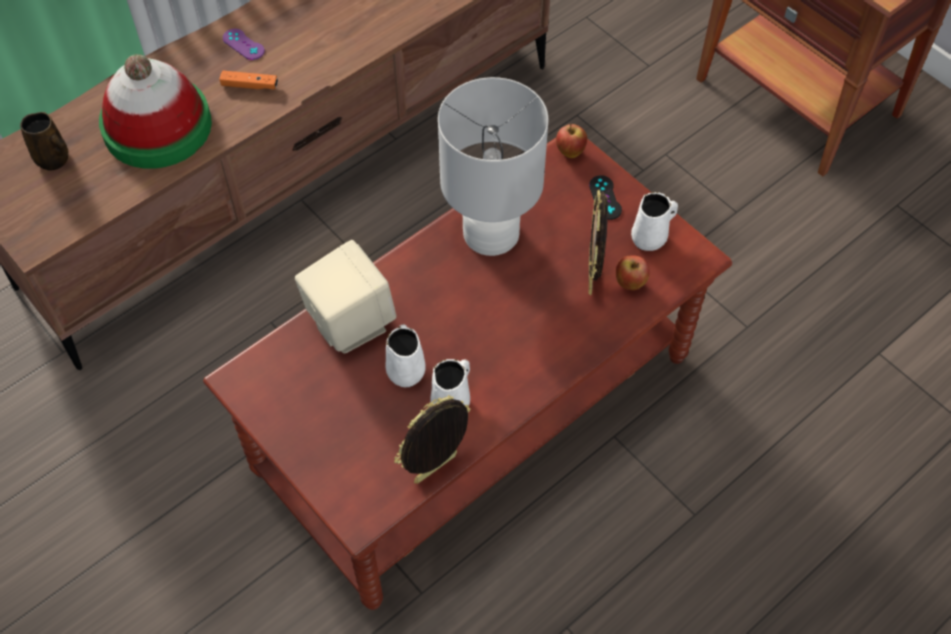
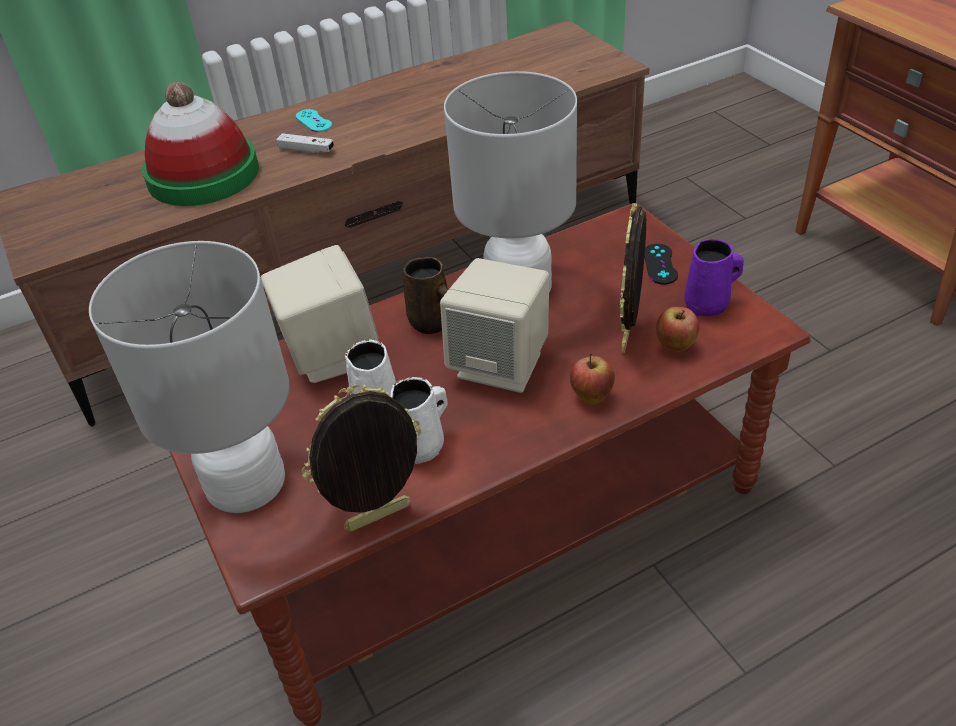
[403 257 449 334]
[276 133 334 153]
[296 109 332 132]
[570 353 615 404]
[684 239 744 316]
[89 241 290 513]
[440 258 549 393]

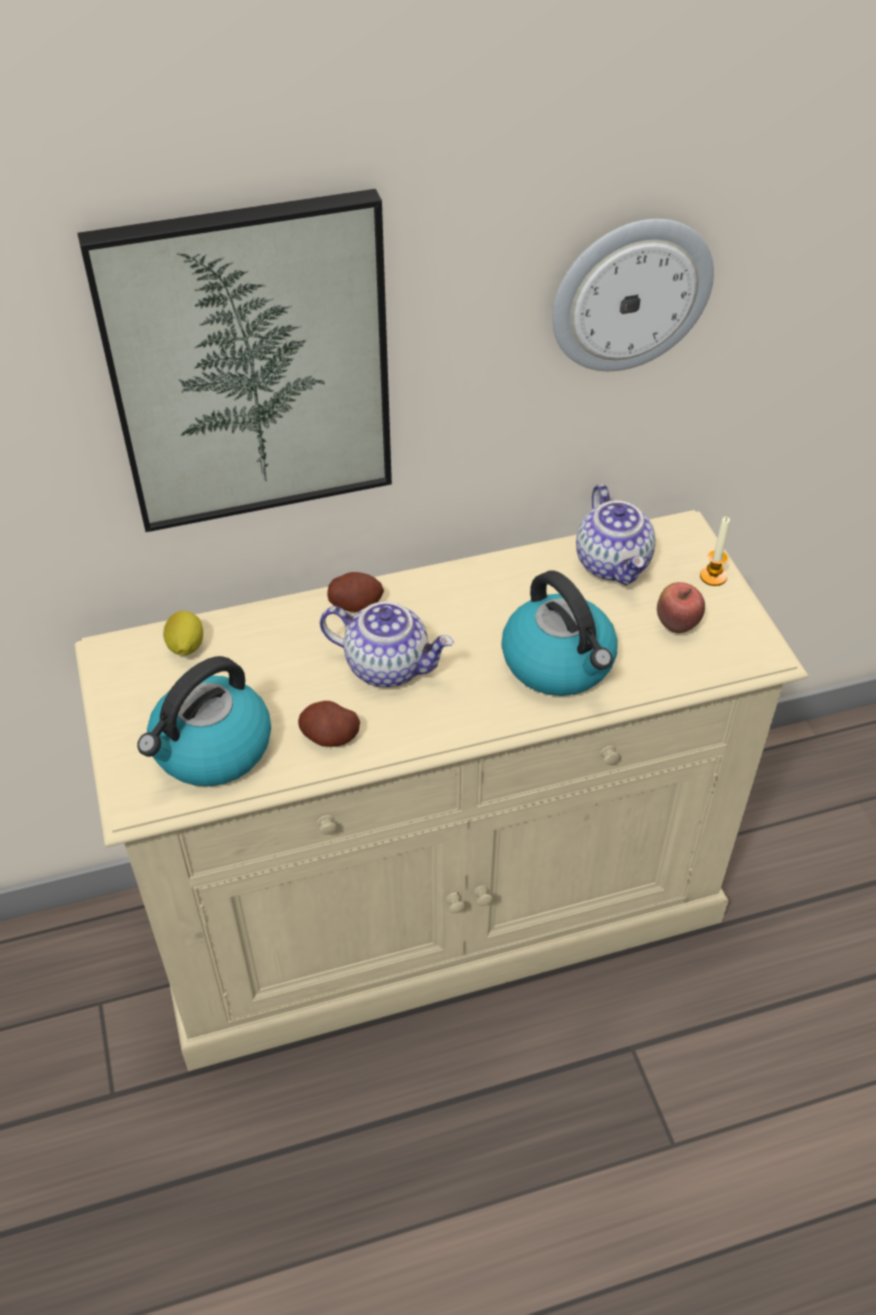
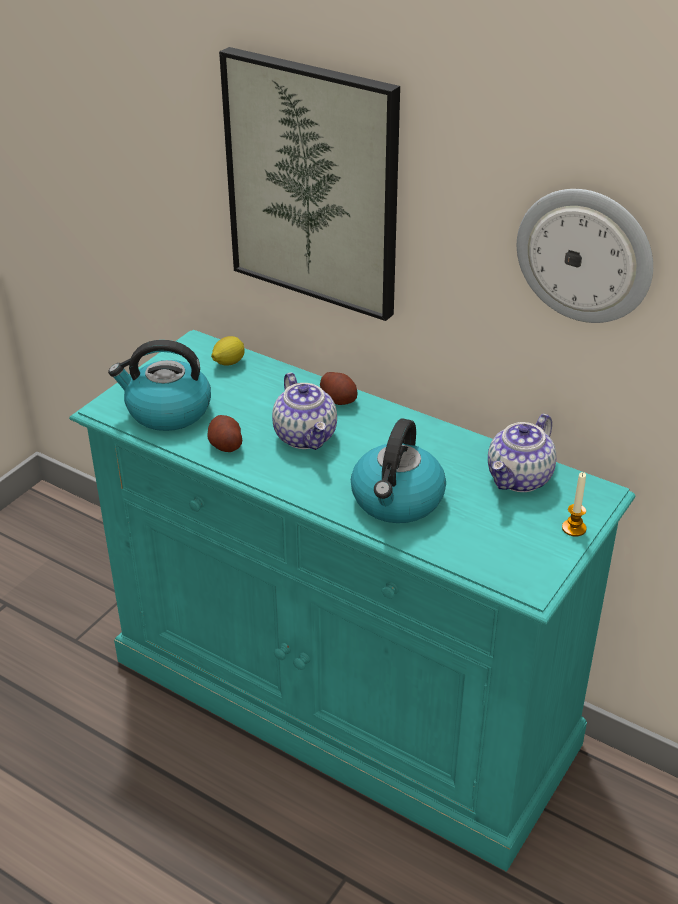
[69 330 636 872]
[657 582 705 633] (first image)

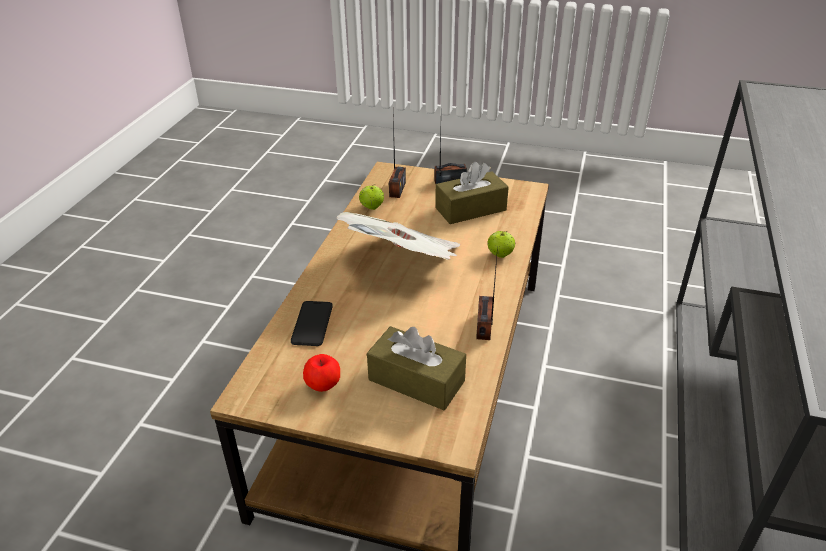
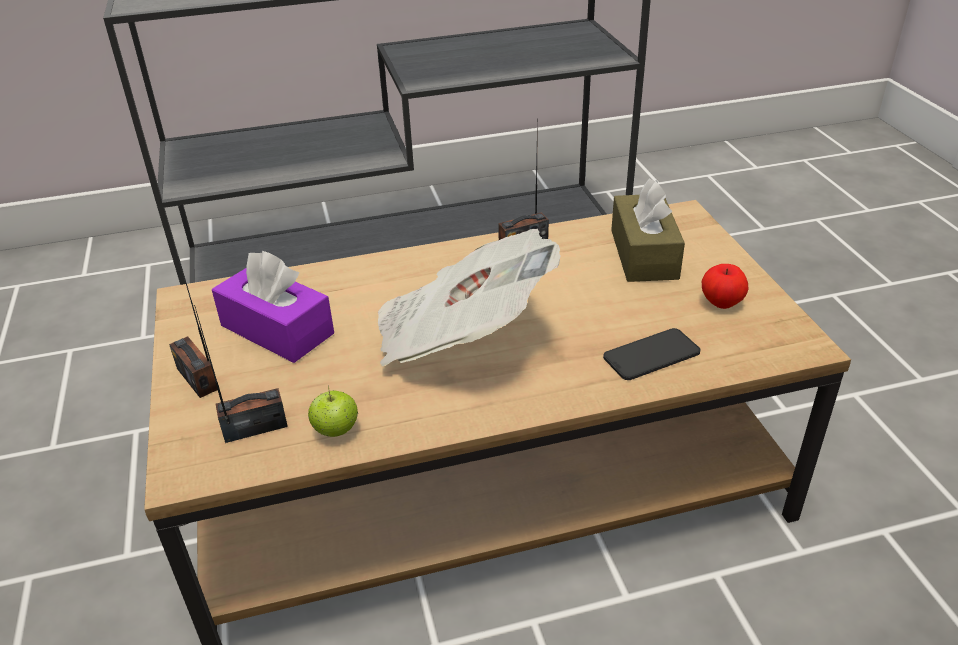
[212 251 334 363]
[487 231 515 258] (first image)

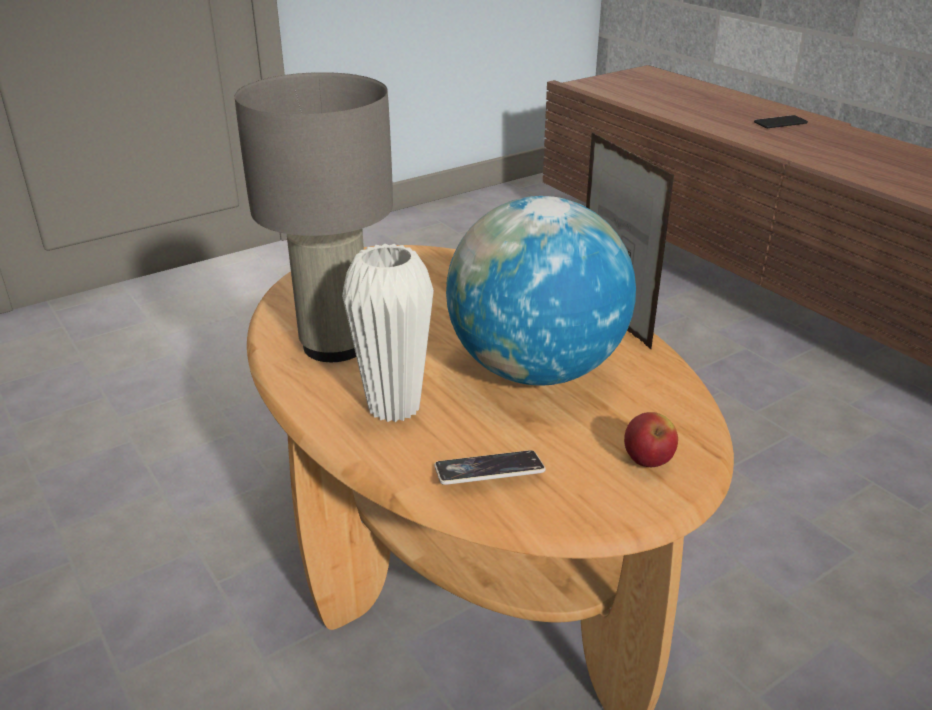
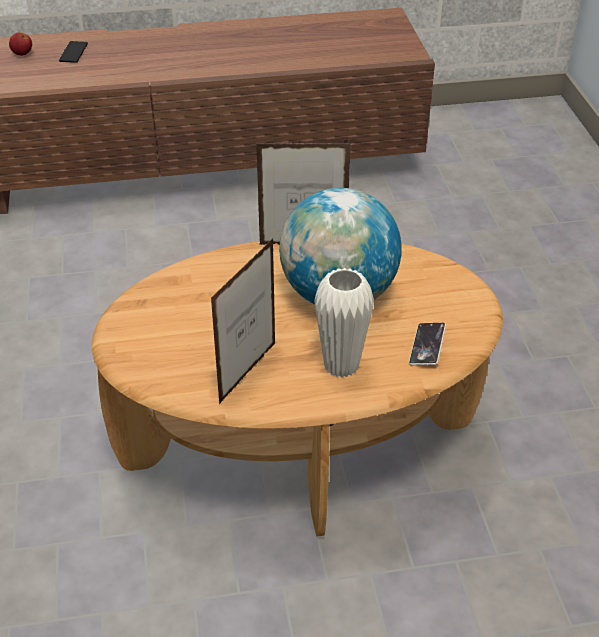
[211 239 276 404]
[9 32 32 56]

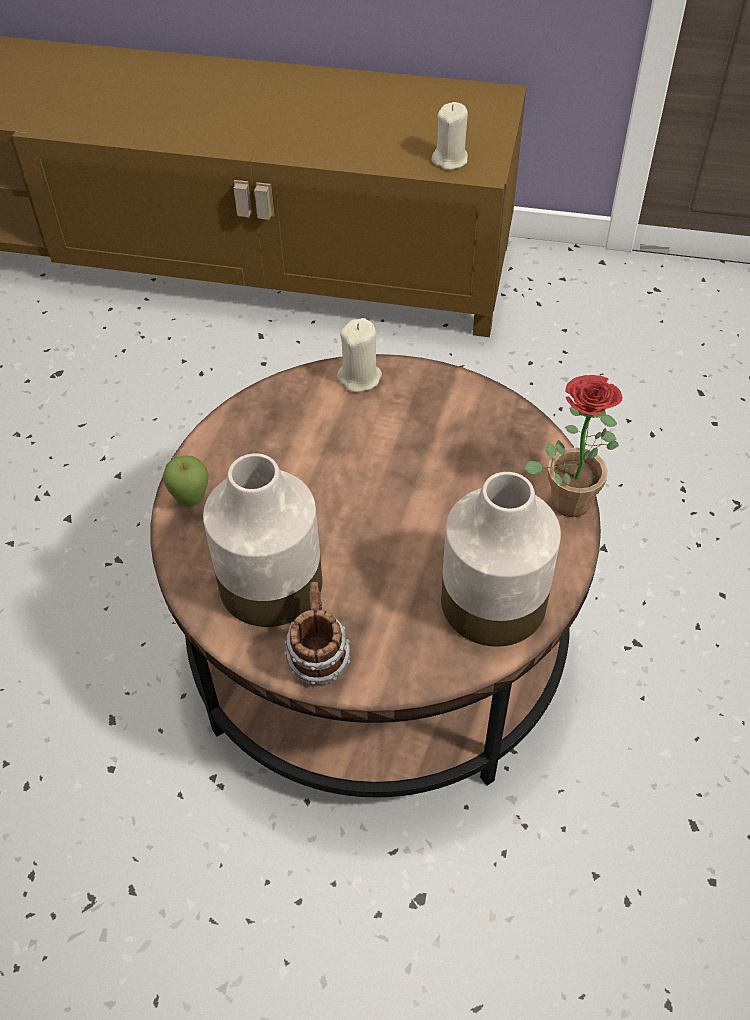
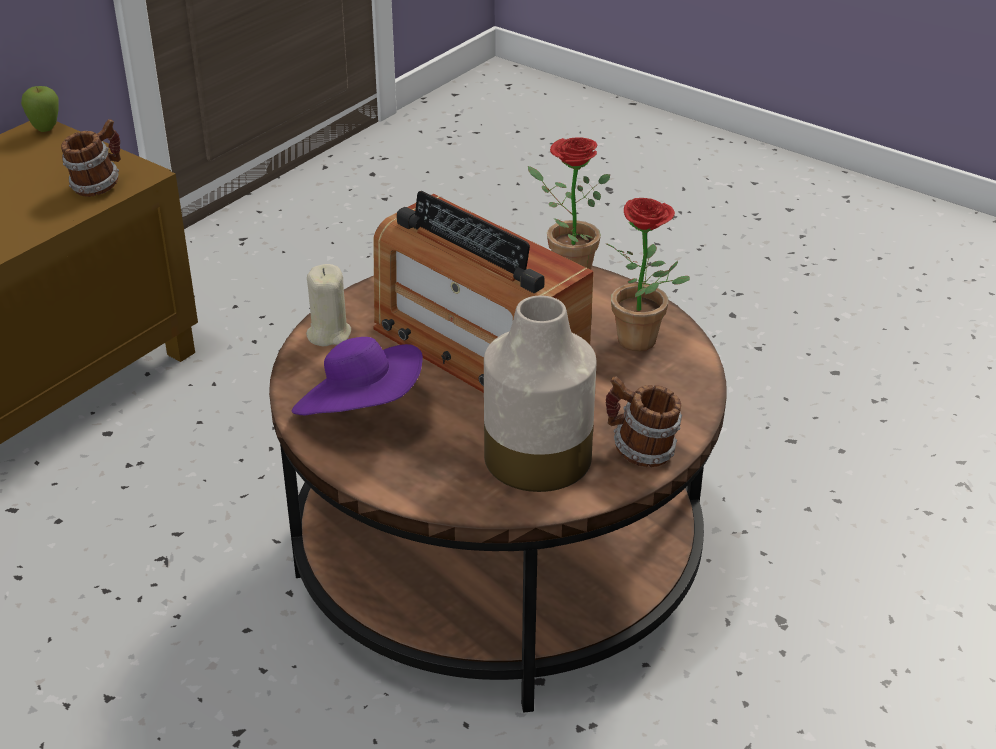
[21 86 59 132]
[61 119 121 197]
[606 198 690 351]
[292 337 423 415]
[373 191 594 393]

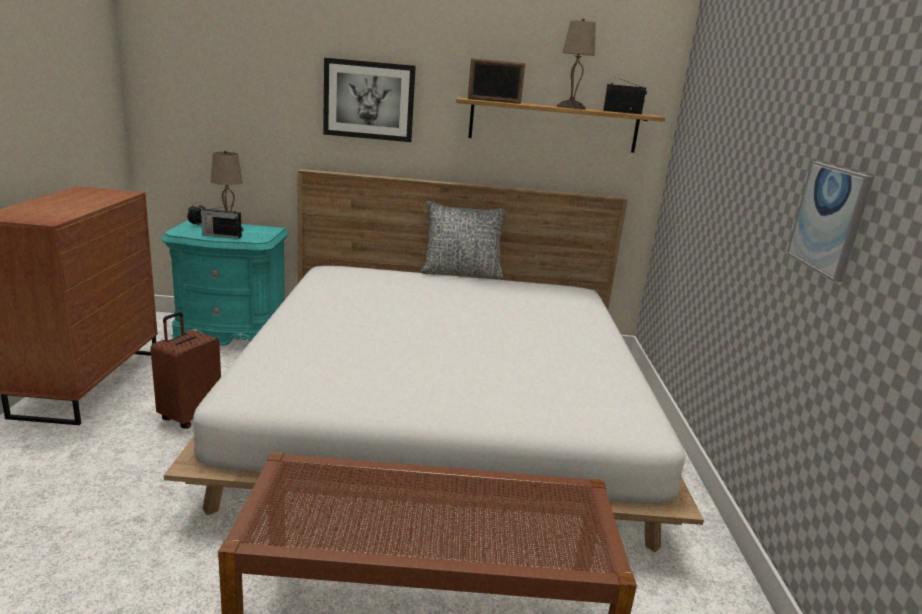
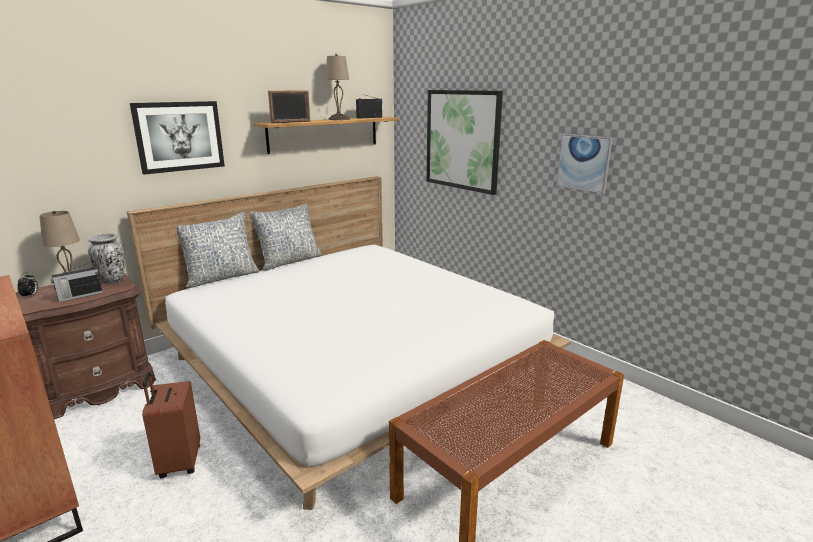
[15 273 156 419]
[88 234 124 284]
[177 212 260 288]
[427 90 503 195]

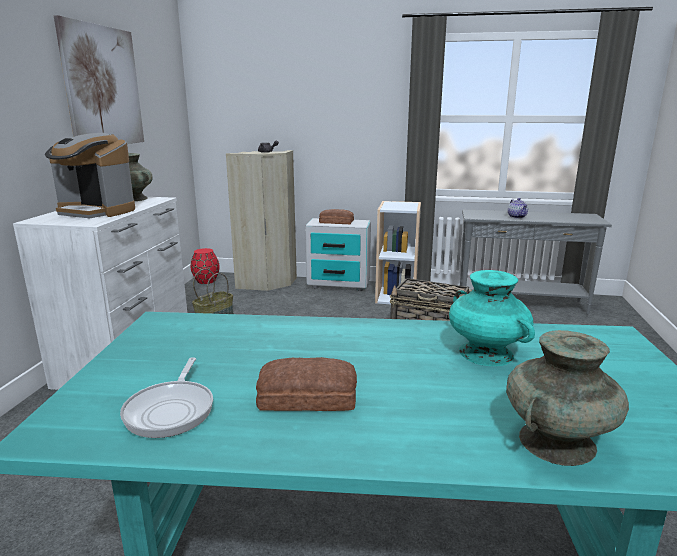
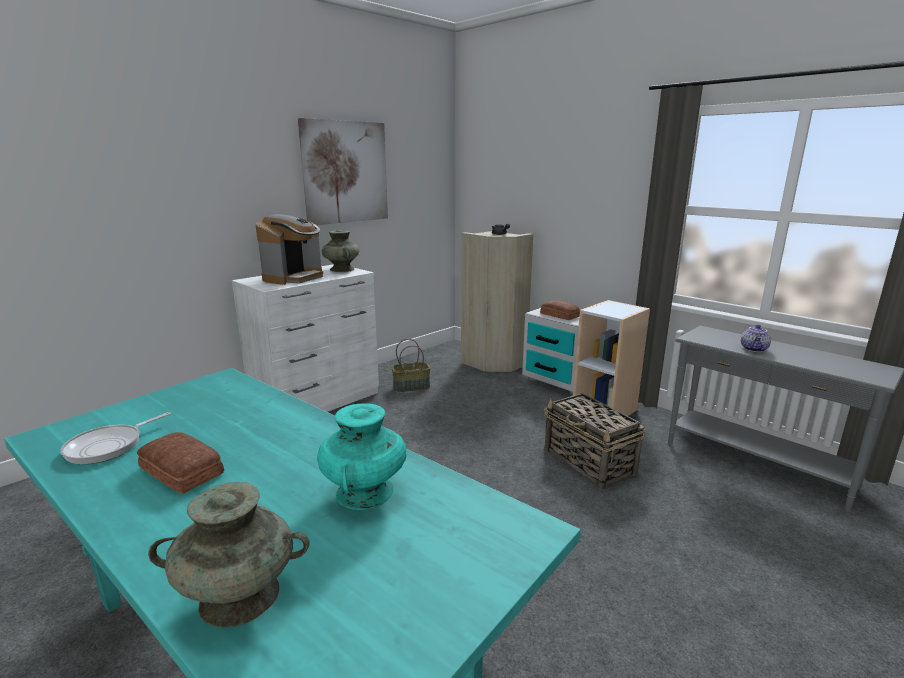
[255 214 323 285]
[190 248 219 284] (first image)

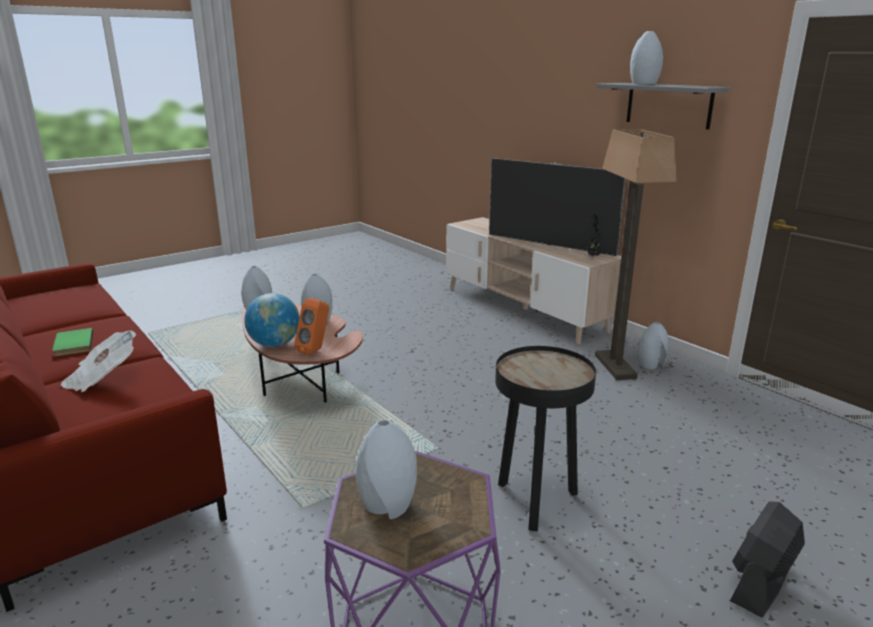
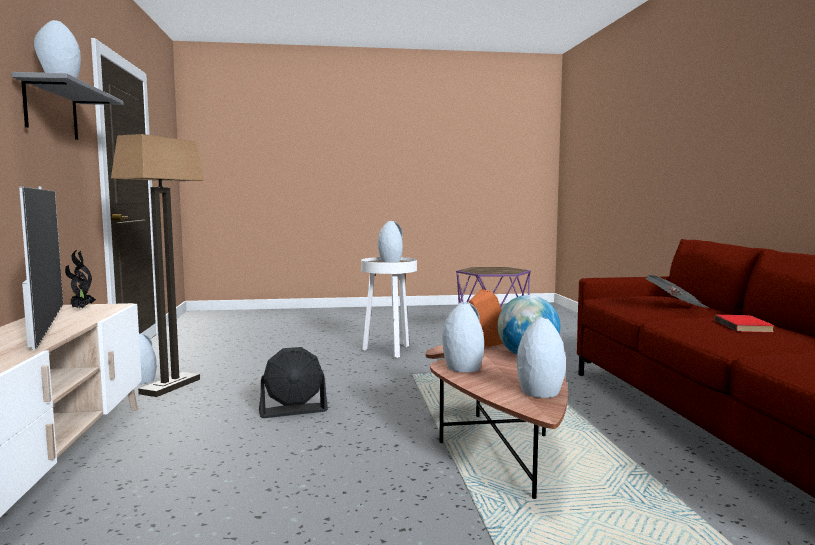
[715 315 775 332]
[378 221 403 262]
[361 257 417 358]
[259 347 328 418]

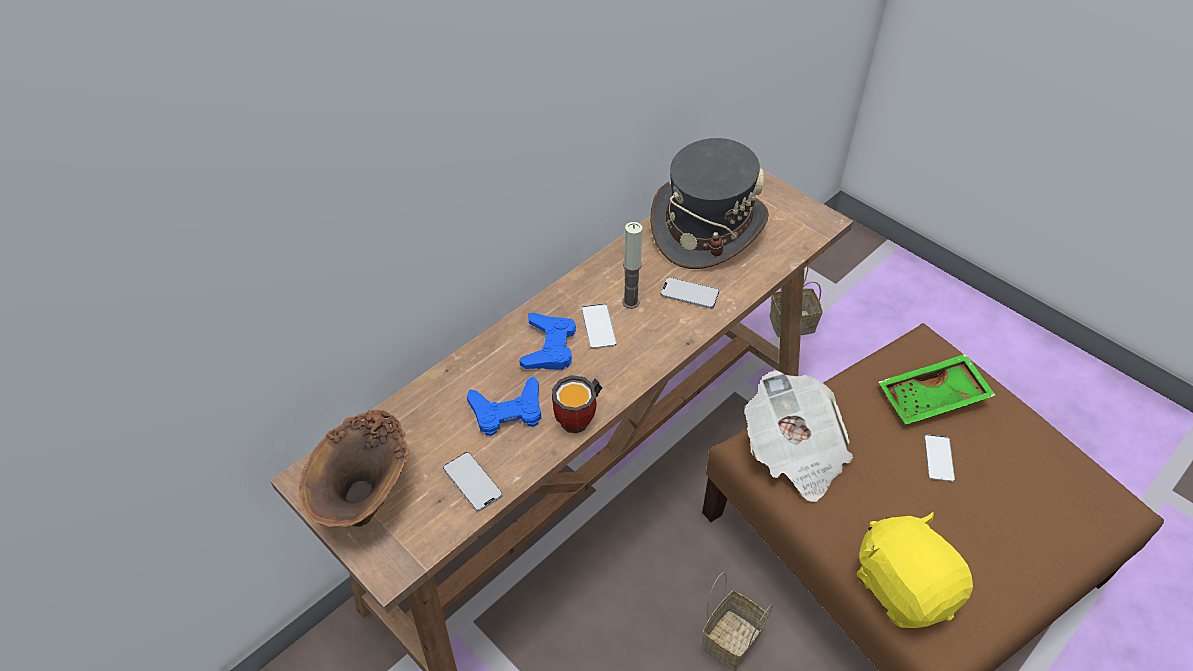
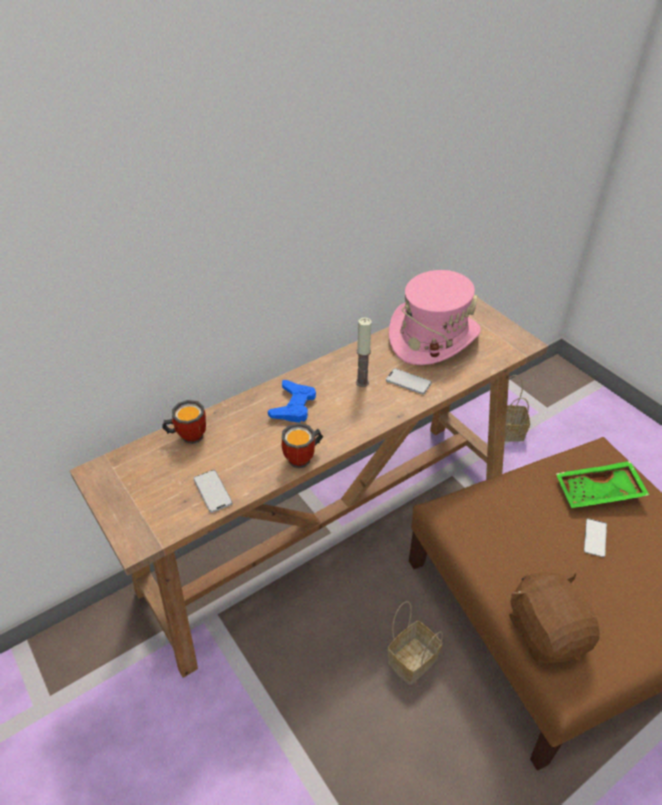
[299 410 409 527] (first image)
[467 376 541 436] (first image)
[582 303 617 349] (first image)
[389 270 481 365]
[744 370 853 502] (first image)
[509 572 600 663]
[162 400 206 444]

